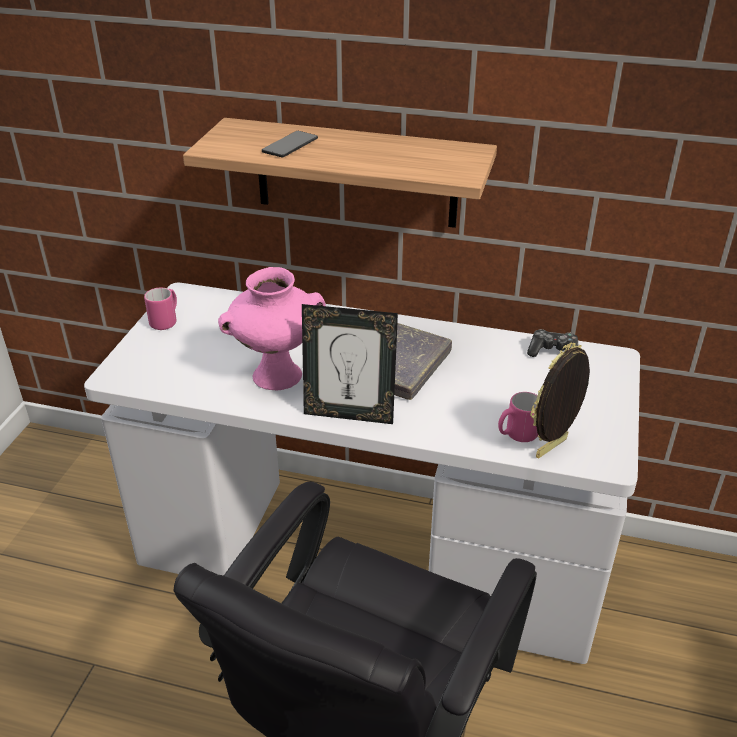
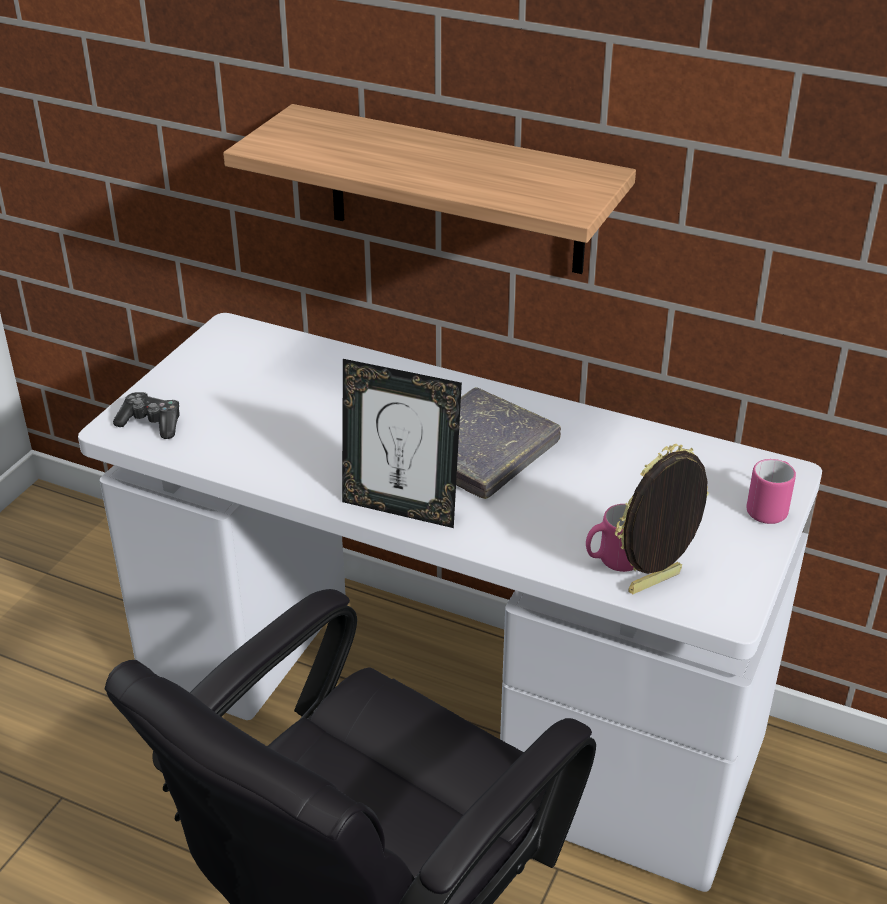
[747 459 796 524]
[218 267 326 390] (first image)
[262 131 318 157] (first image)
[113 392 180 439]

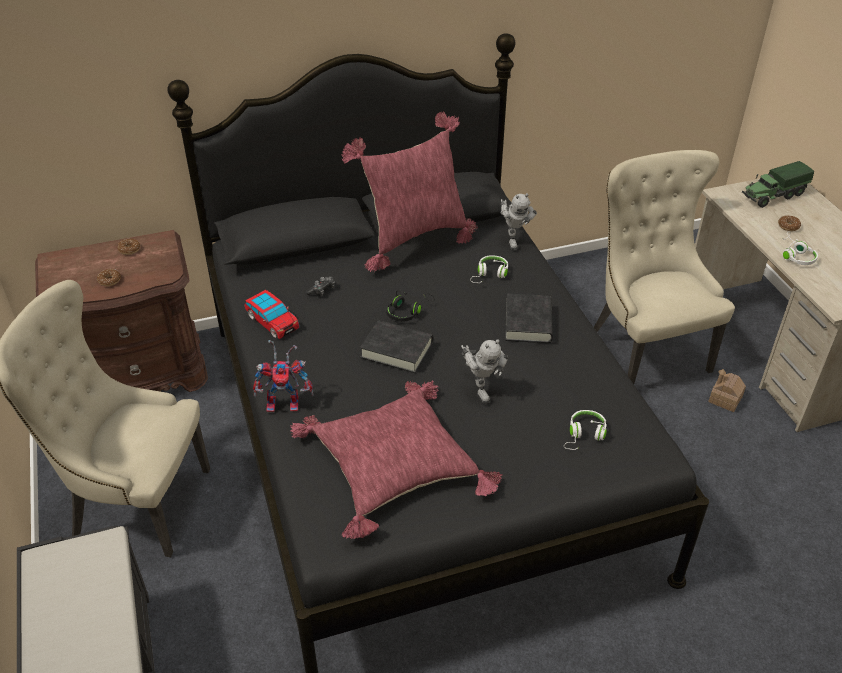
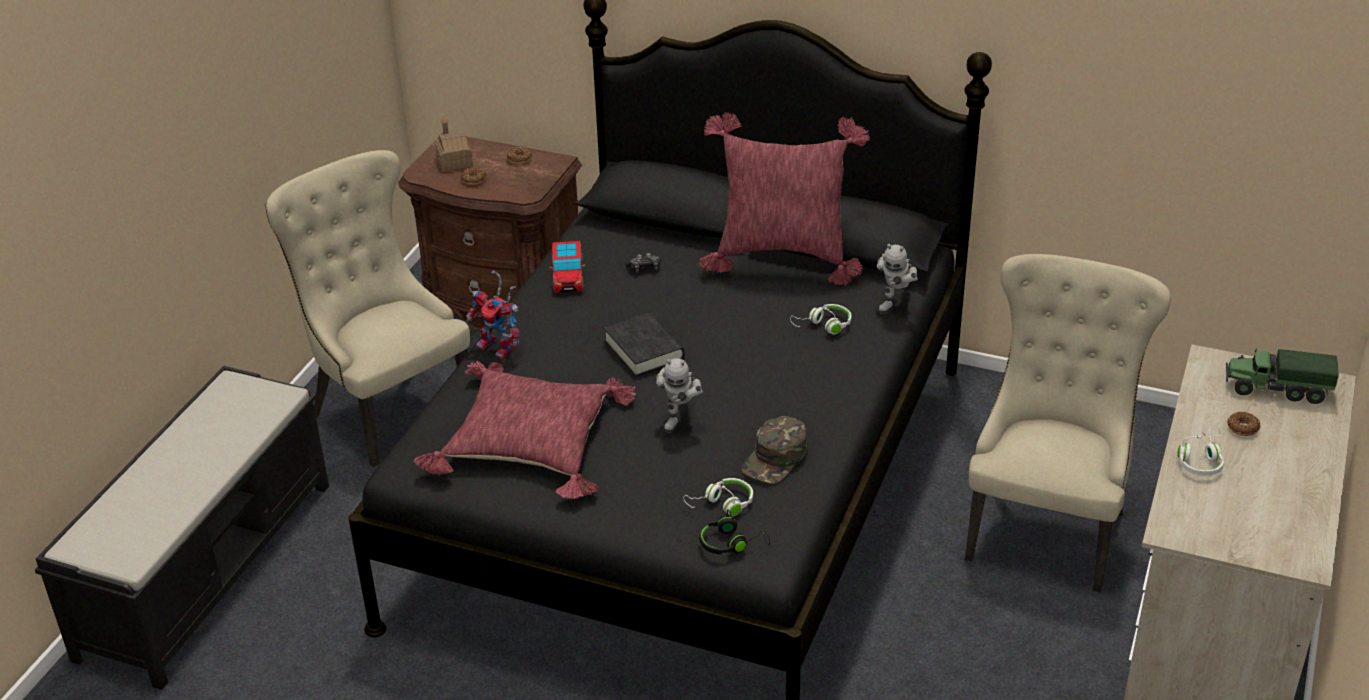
[699 510 770 554]
[505 293 553 343] (first image)
[435 116 473 172]
[742 416 808 484]

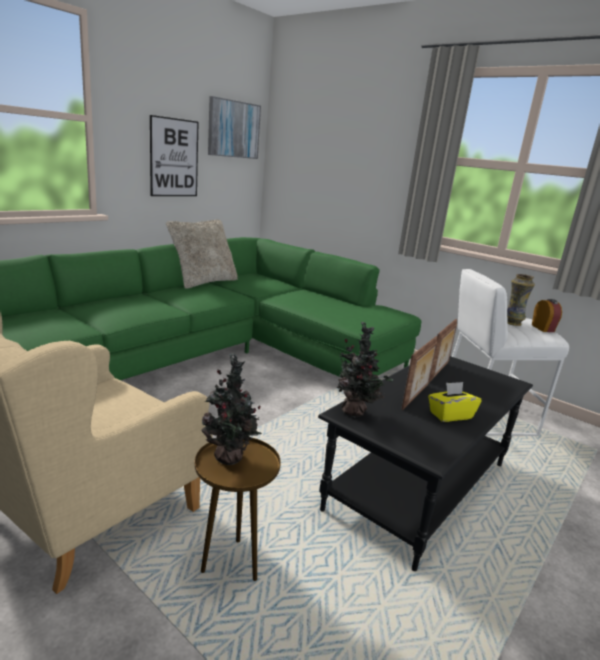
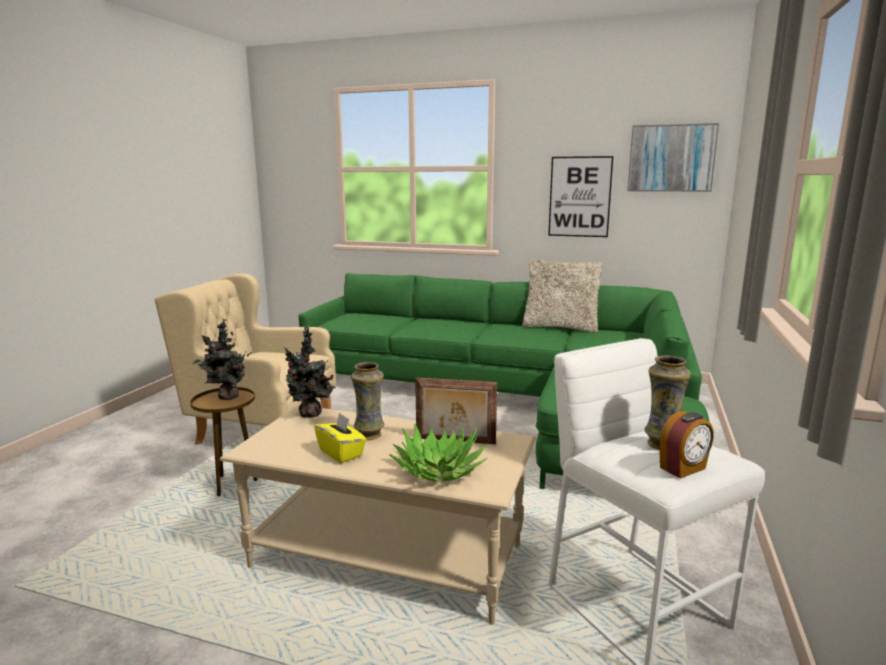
[220 405 536 625]
[351 362 384 440]
[389 423 487 482]

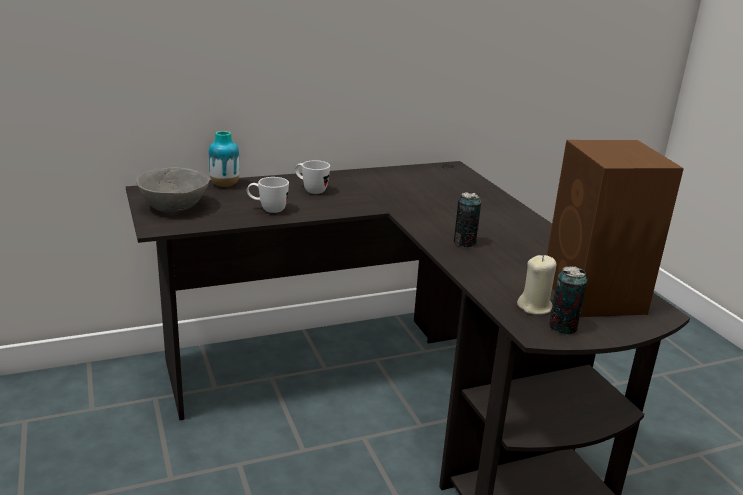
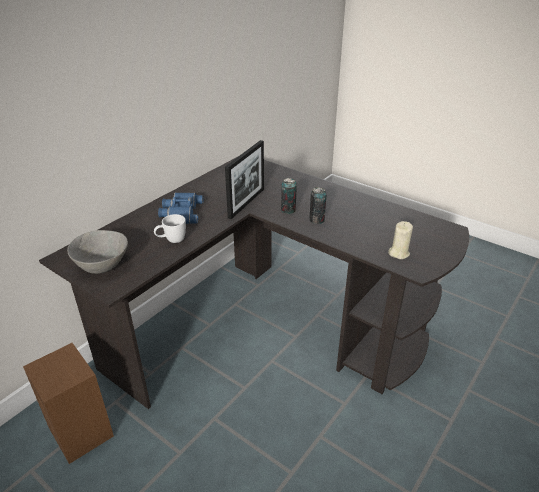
[209 131 240 187] (first image)
[158 193 204 224]
[23 343 114 464]
[281 178 297 214]
[225 140 264 219]

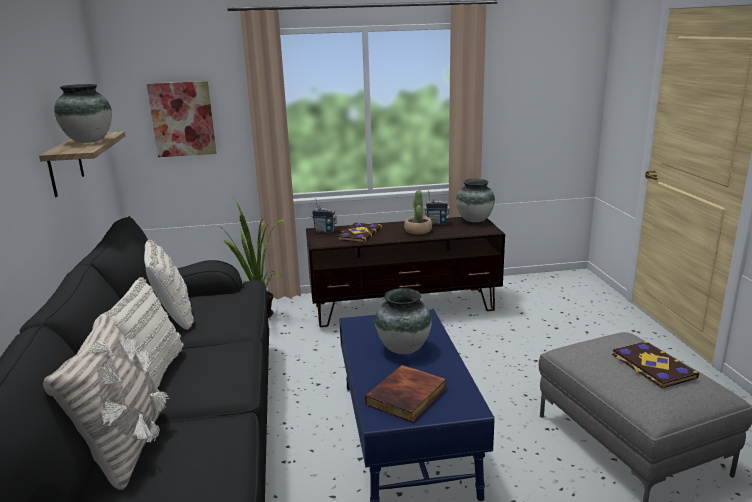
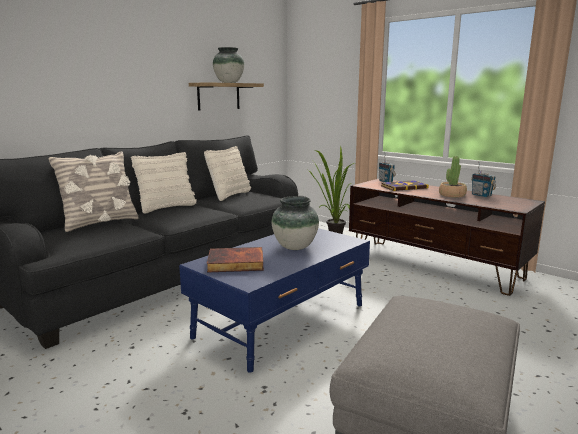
[147 81 216 157] (first image)
[456 179 495 223] (first image)
[612 341 699 388] (first image)

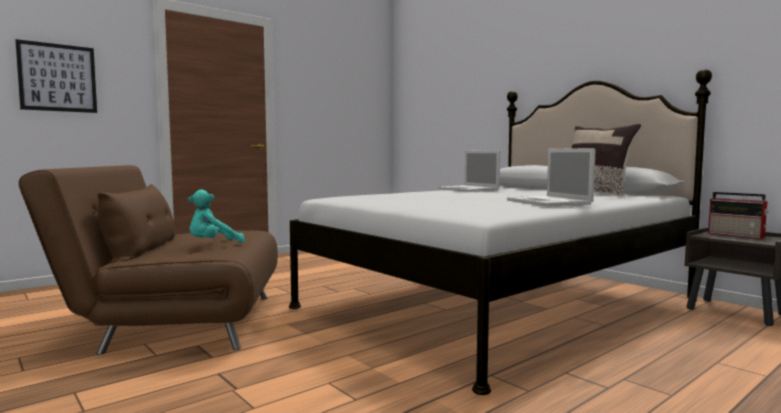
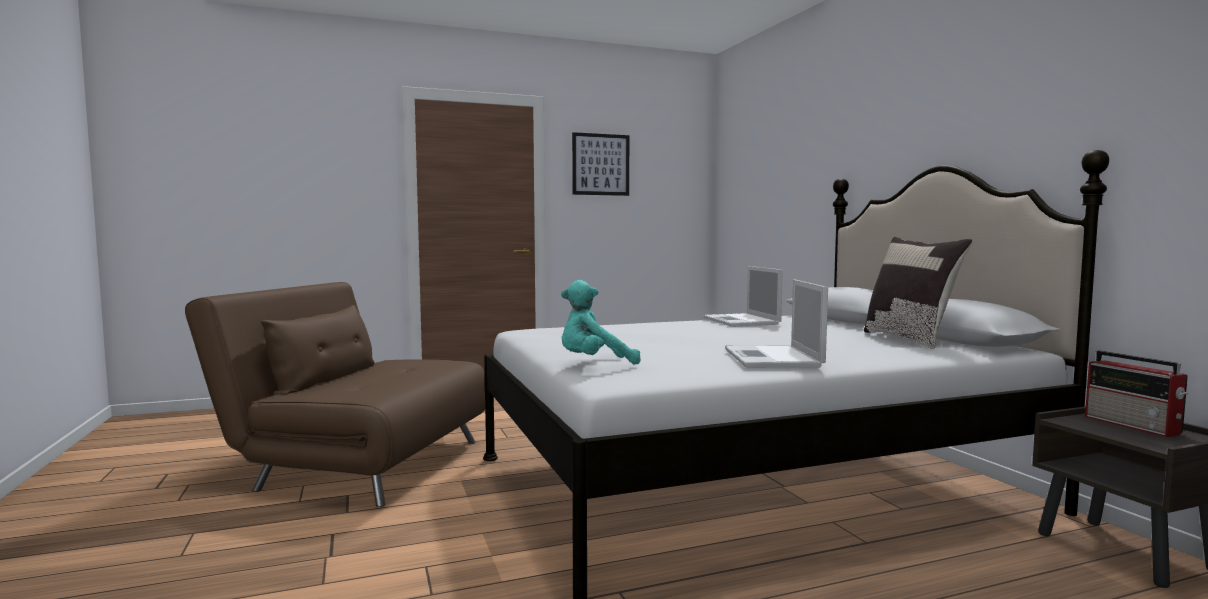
[572 132 629 196]
[561 280 641 365]

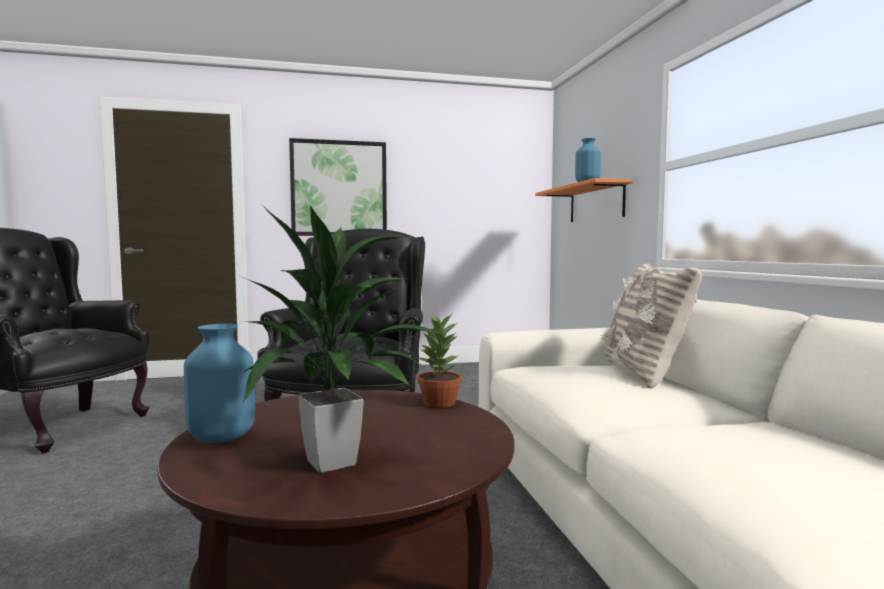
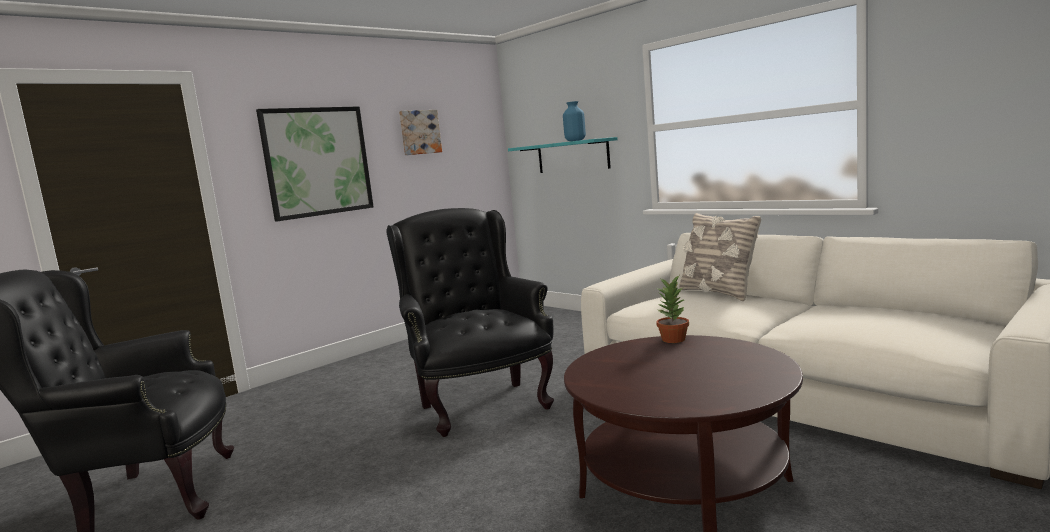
[184 324 255 443] (first image)
[241 205 444 473] (first image)
[508 137 618 173]
[399 110 442 155]

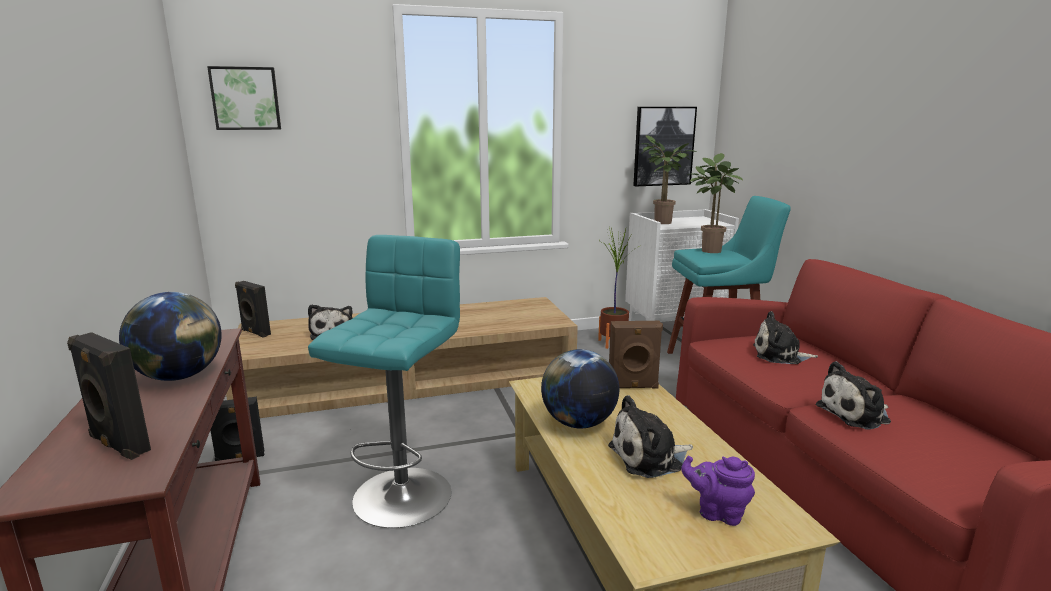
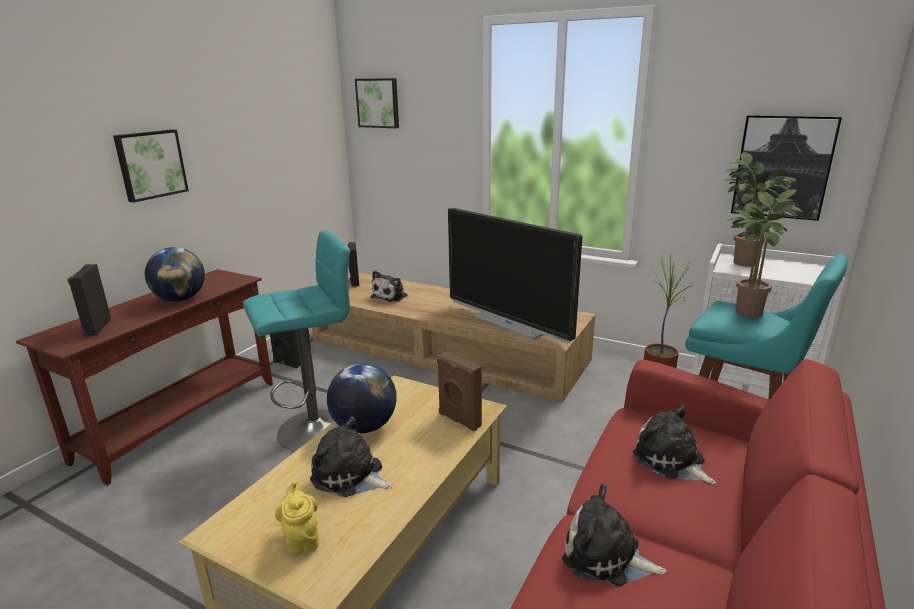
[275 480 319 555]
[113 129 189 203]
[448 208 582 344]

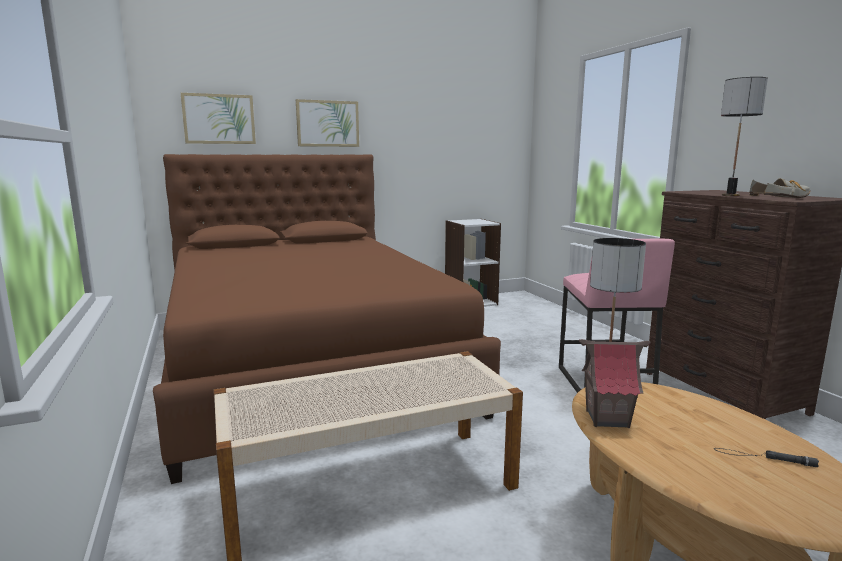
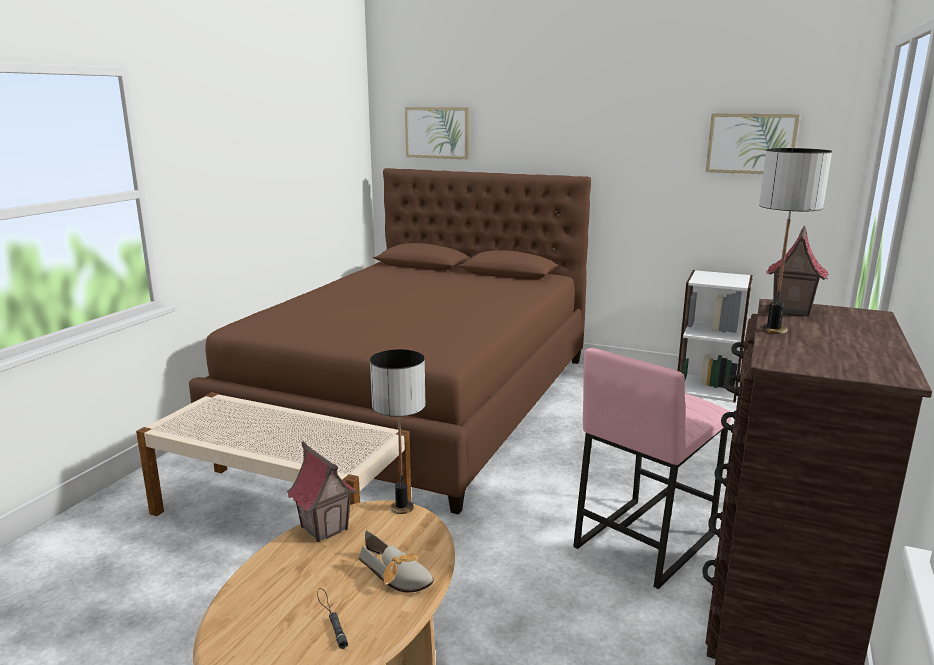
[706 113 800 174]
[358 530 434 593]
[766 226 829 316]

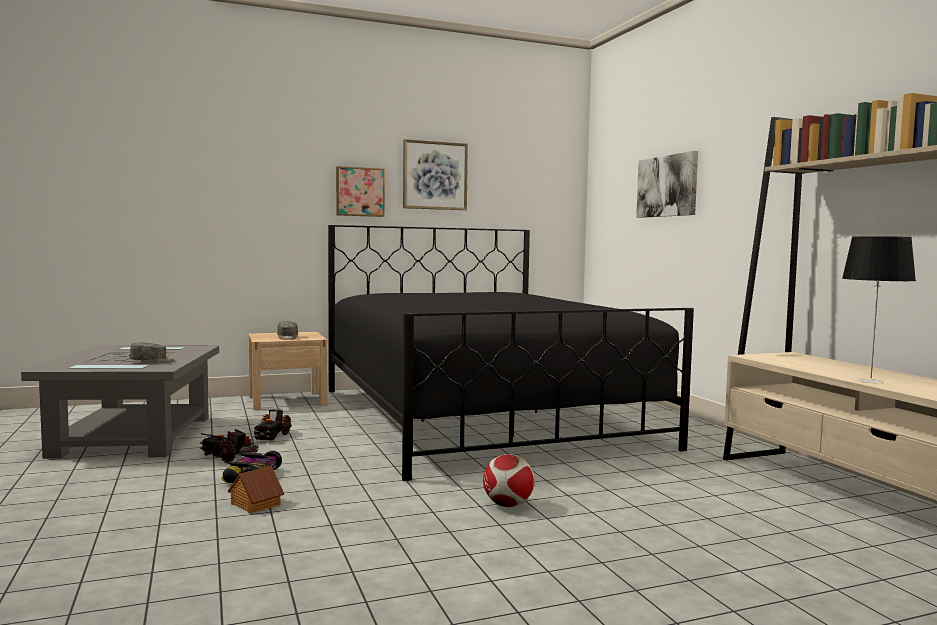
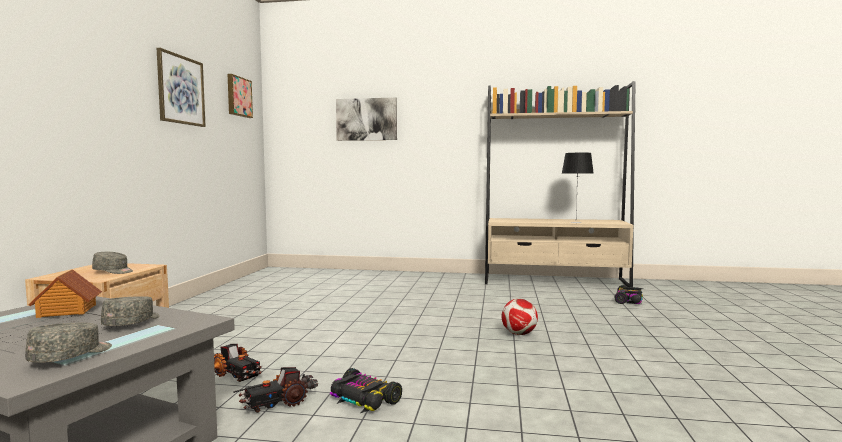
[28 269 102 318]
[328 225 694 481] (first image)
[228 74 253 118]
[25 323 112 363]
[615 285 643 304]

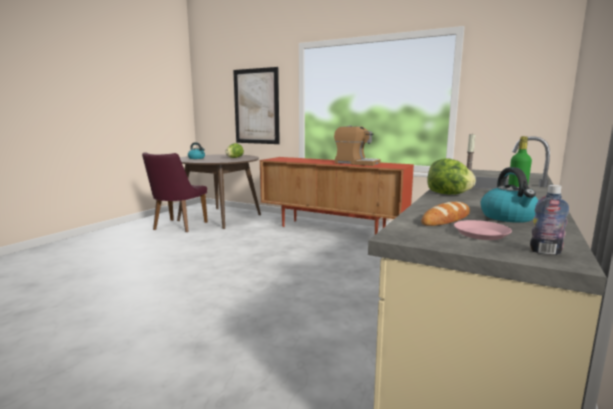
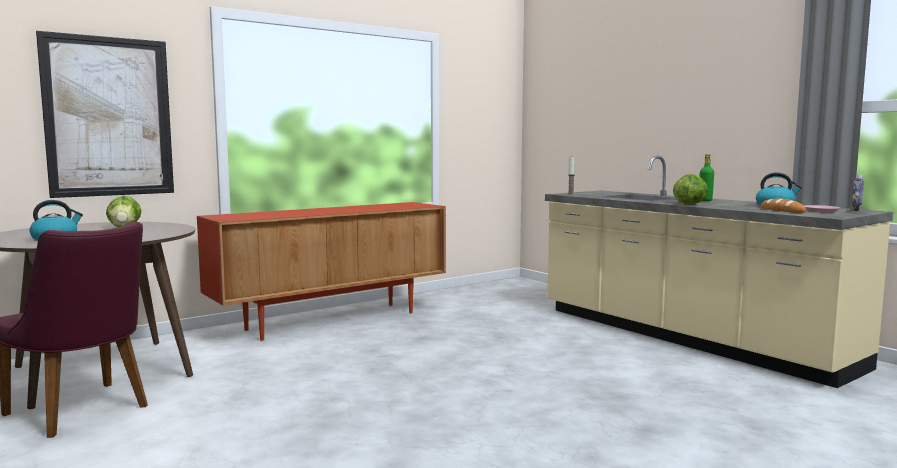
[334 125 381 166] (first image)

